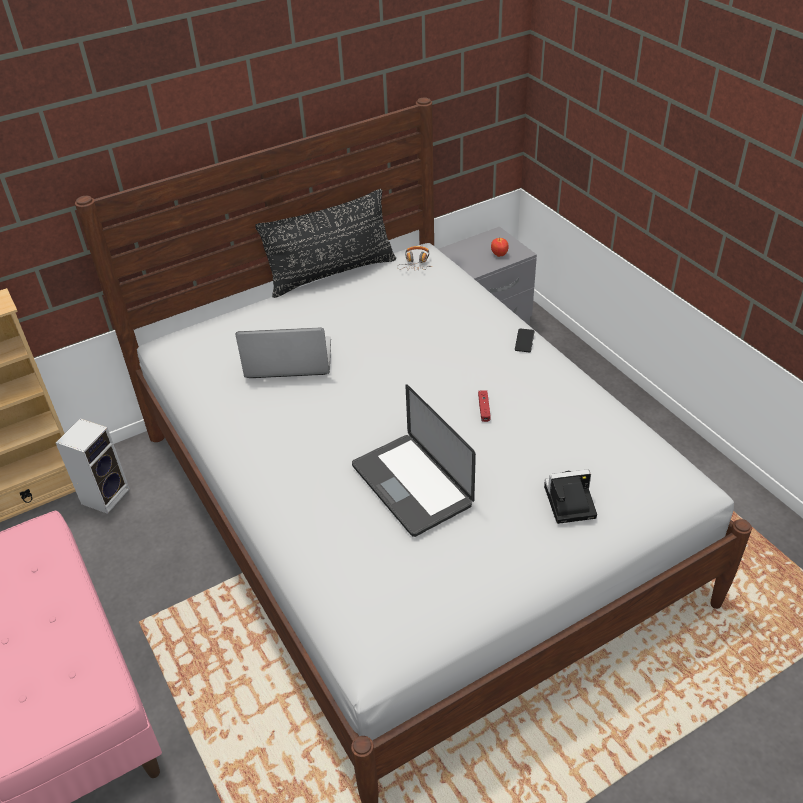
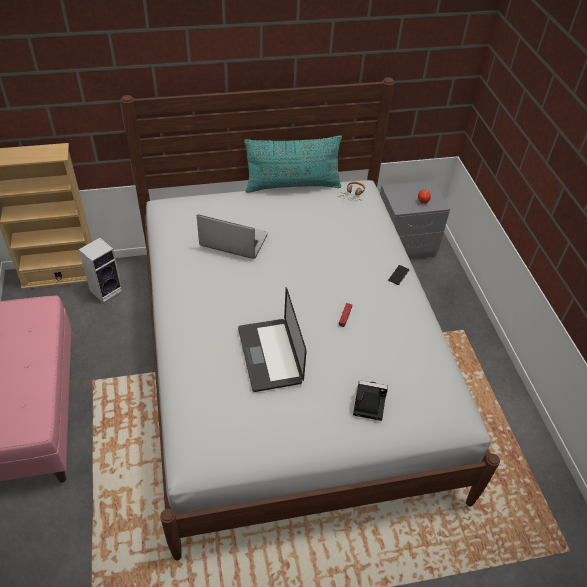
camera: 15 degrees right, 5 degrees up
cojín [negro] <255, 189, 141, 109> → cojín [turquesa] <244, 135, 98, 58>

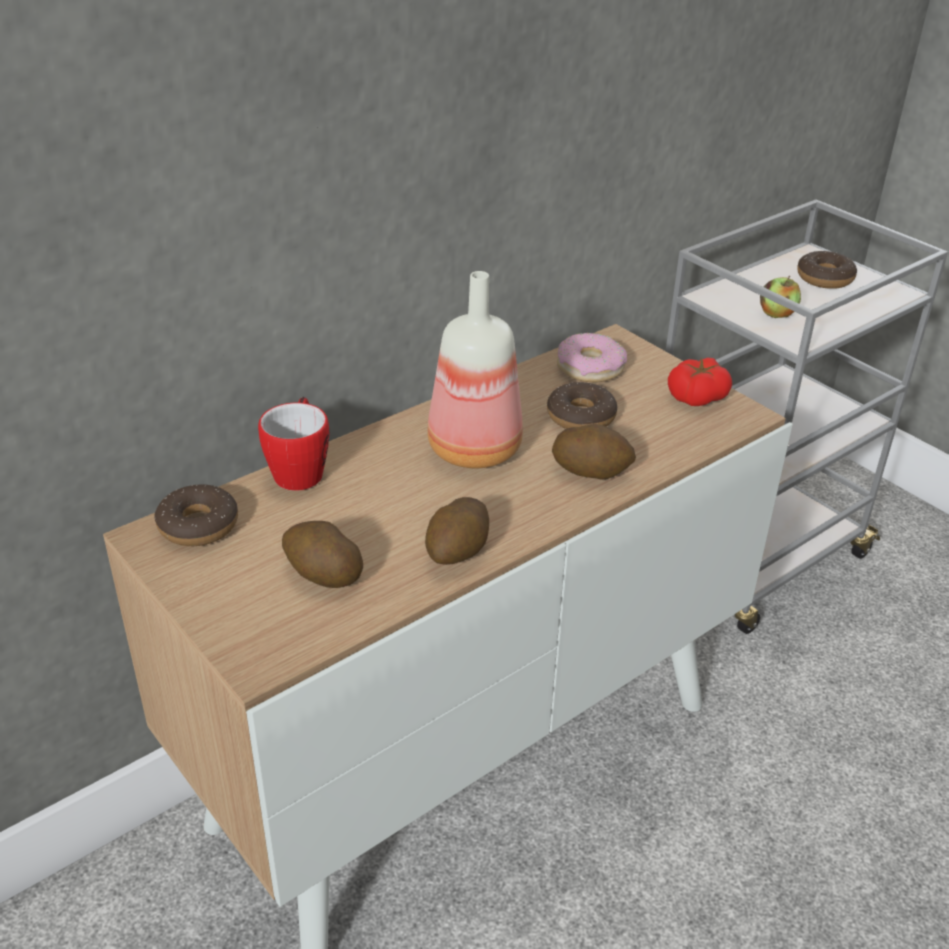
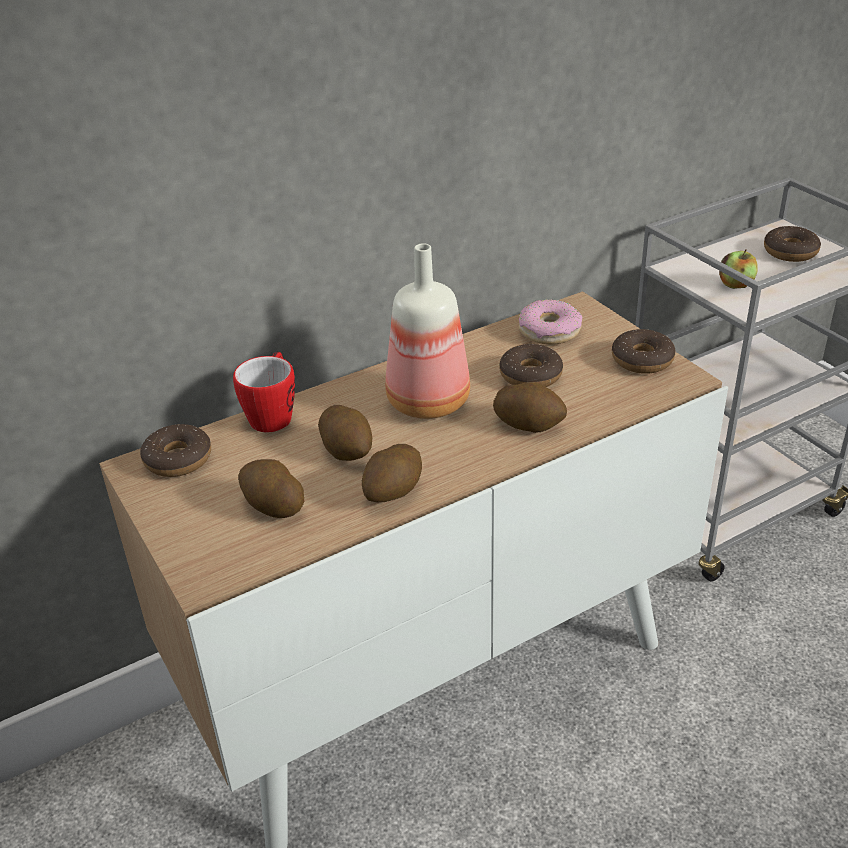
camera: 10 degrees right, 0 degrees up
- → patata <318, 405, 54, 56>
tomate <668, 357, 64, 49> → rosquilla <612, 329, 63, 45>

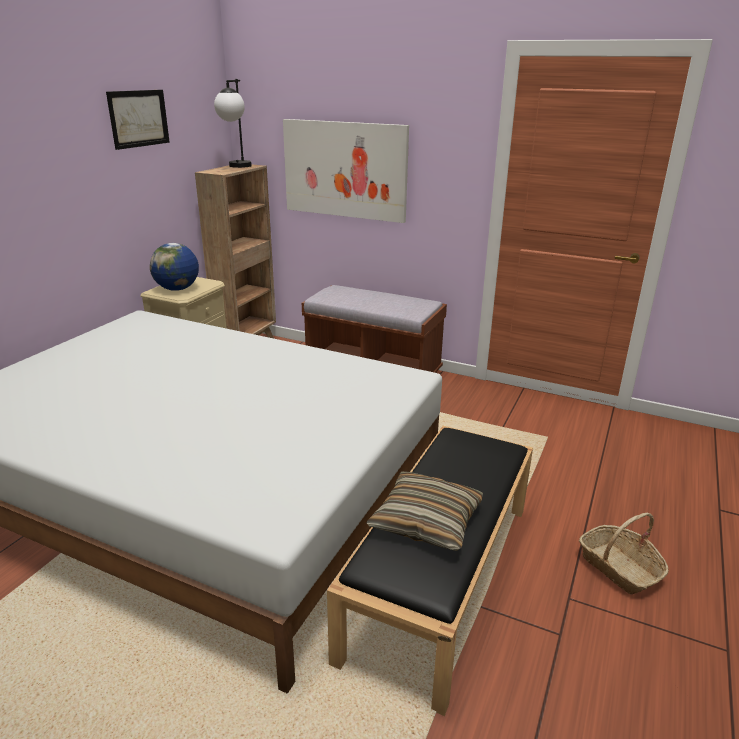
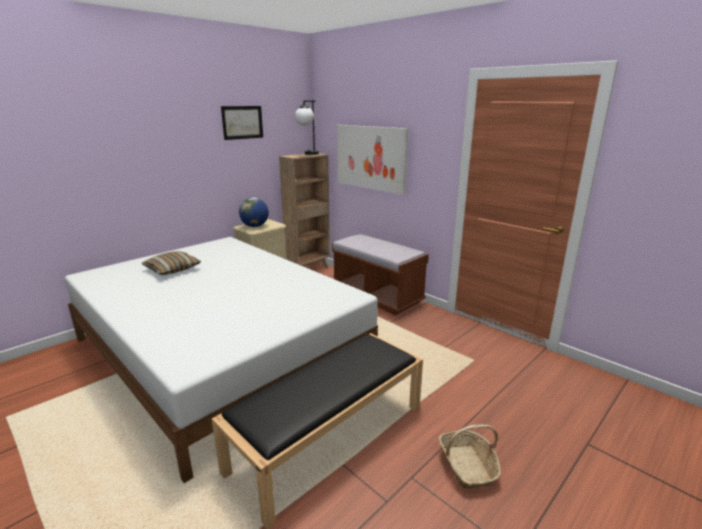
camera: 20 degrees right, 5 degrees down
cojín <367, 471, 116, 80> → cojín <141, 251, 60, 24>, relocated

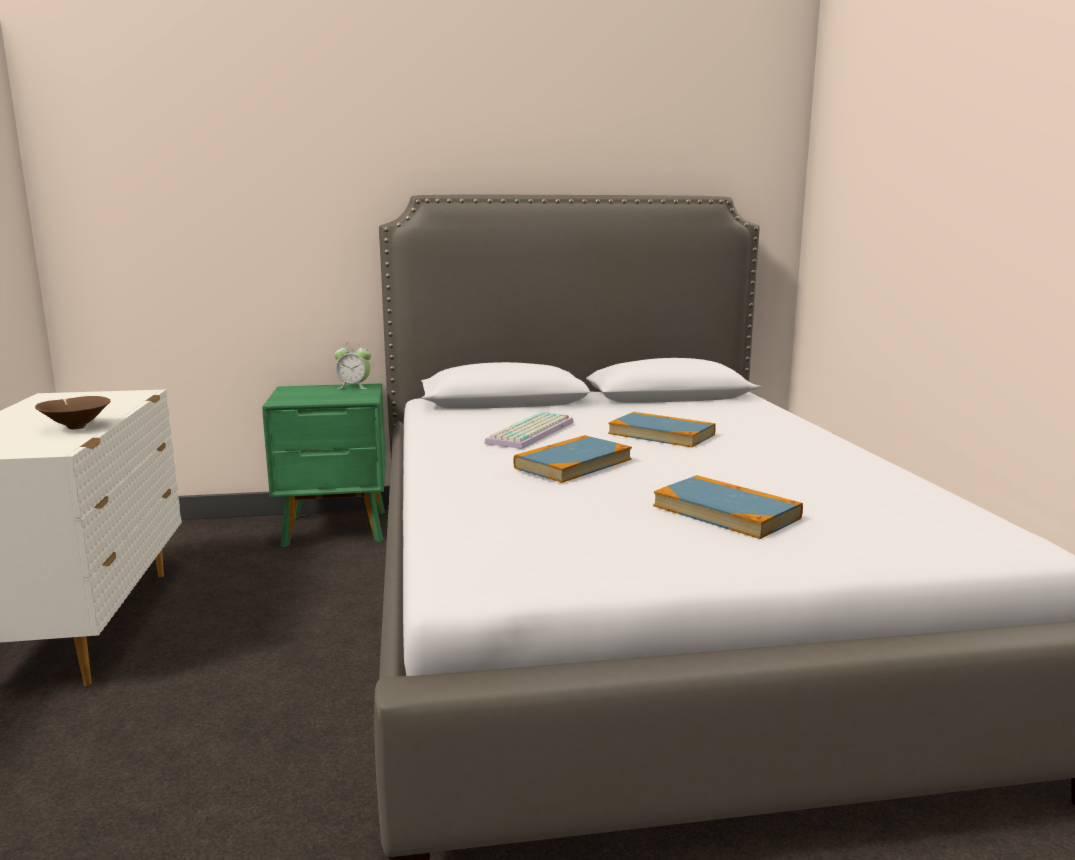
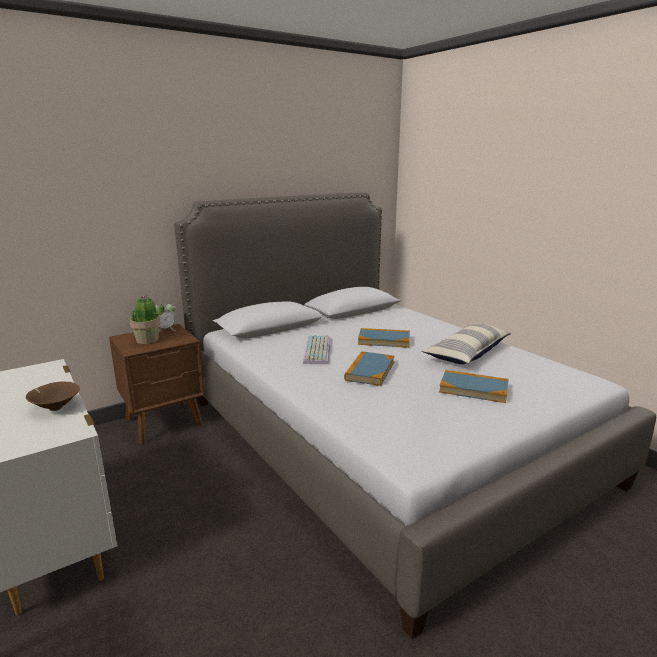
camera: 25 degrees left, 5 degrees up
- → planta en maceta <129, 295, 36, 49>
- → cojín <422, 323, 89, 41>
mesita de noche [verde] <262, 383, 124, 164> → mesita de noche [marrón] <109, 324, 96, 120>

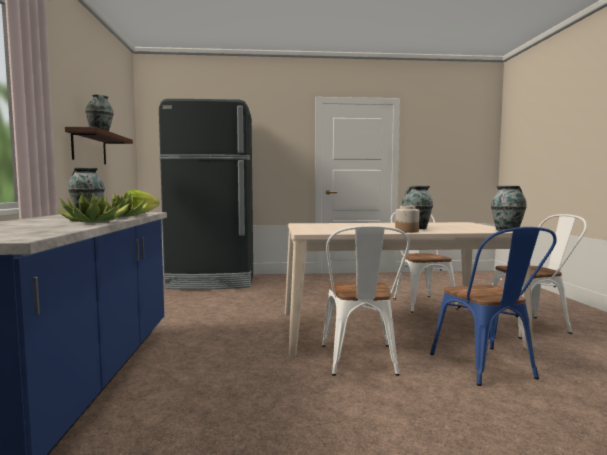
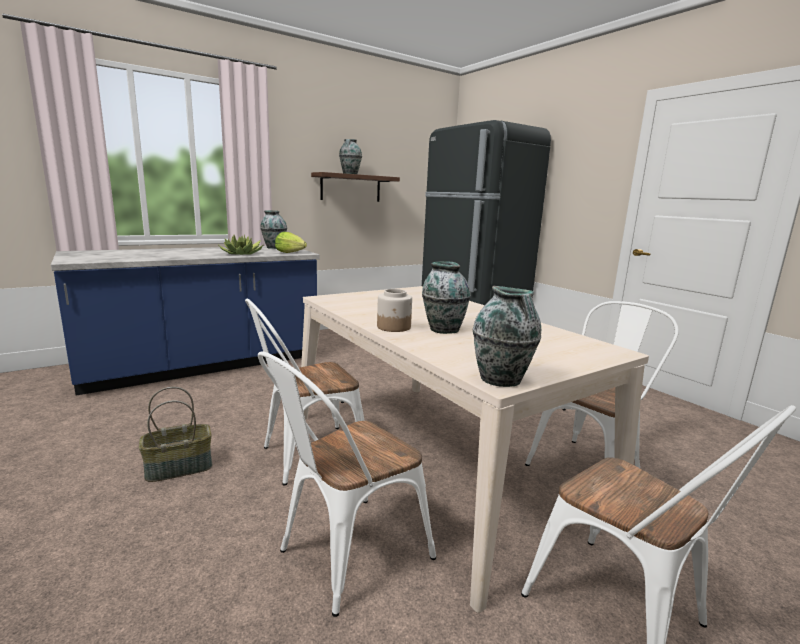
camera: 60 degrees right, 10 degrees up
planta en maceta <57, 193, 73, 29> → -
- → cesta <139, 387, 73, 95>
silla [azul] <430, 227, 127, 159> → silla [blanco] <258, 351, 178, 266>

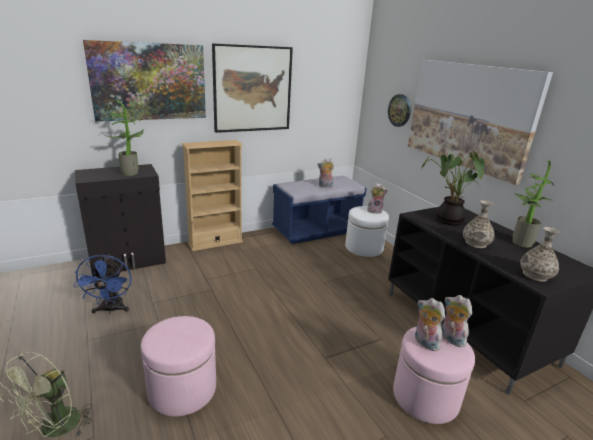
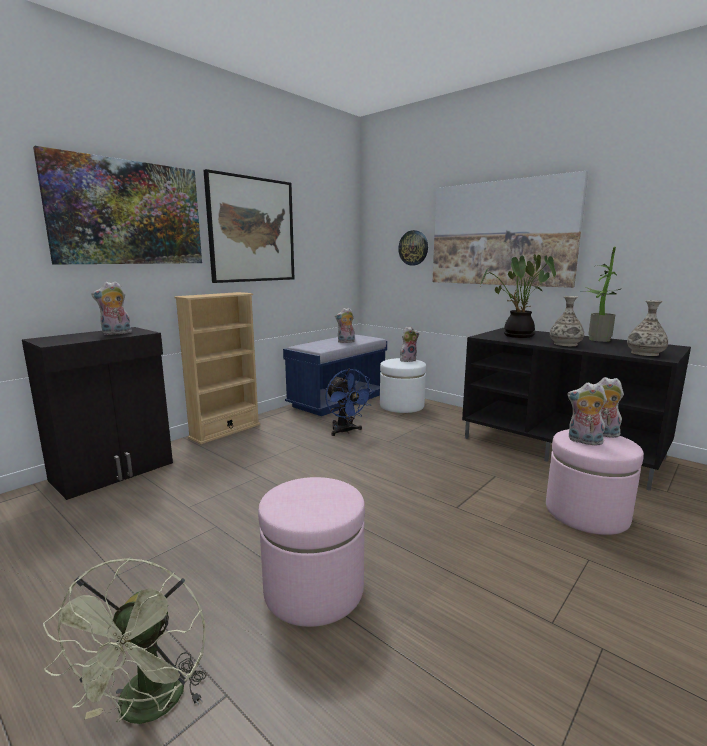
camera: 20 degrees left, 10 degrees down
ventilador [azul] <73, 254, 59, 60> → ventilador [azul] <326, 369, 49, 67>, relocated
planta en maceta <104, 99, 40, 77> → peluche <91, 281, 41, 54>

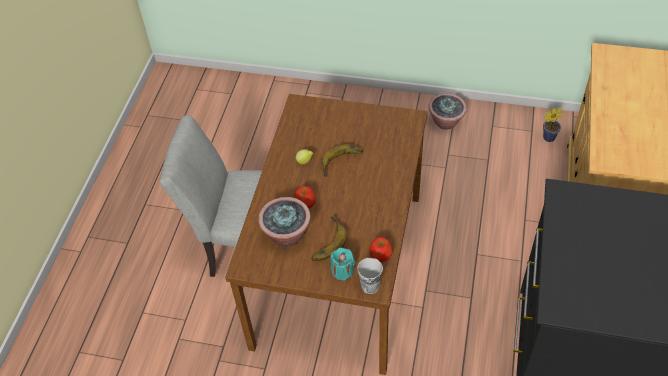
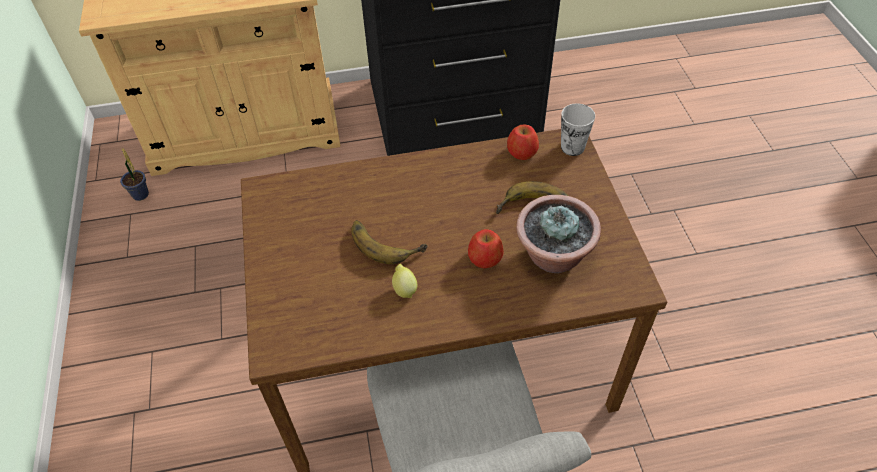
camera: 115 degrees left, 0 degrees up
vela [turquesa] <330, 248, 25, 33> → -
planta en maceta <429, 93, 38, 37> → -

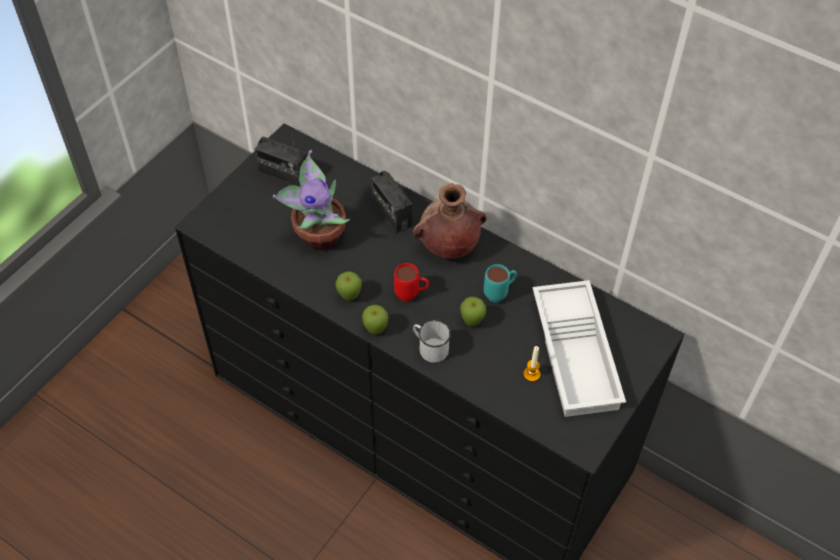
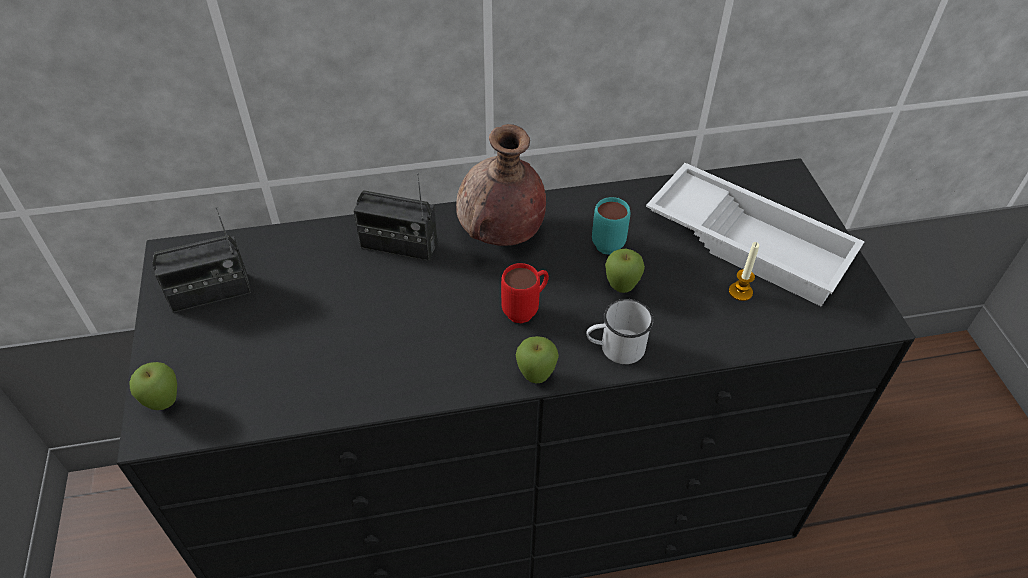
camera: 45 degrees left, 5 degrees down
planta en maceta <273, 150, 77, 100> → -
manzana <335, 271, 27, 29> → manzana <130, 362, 47, 48>, relocated

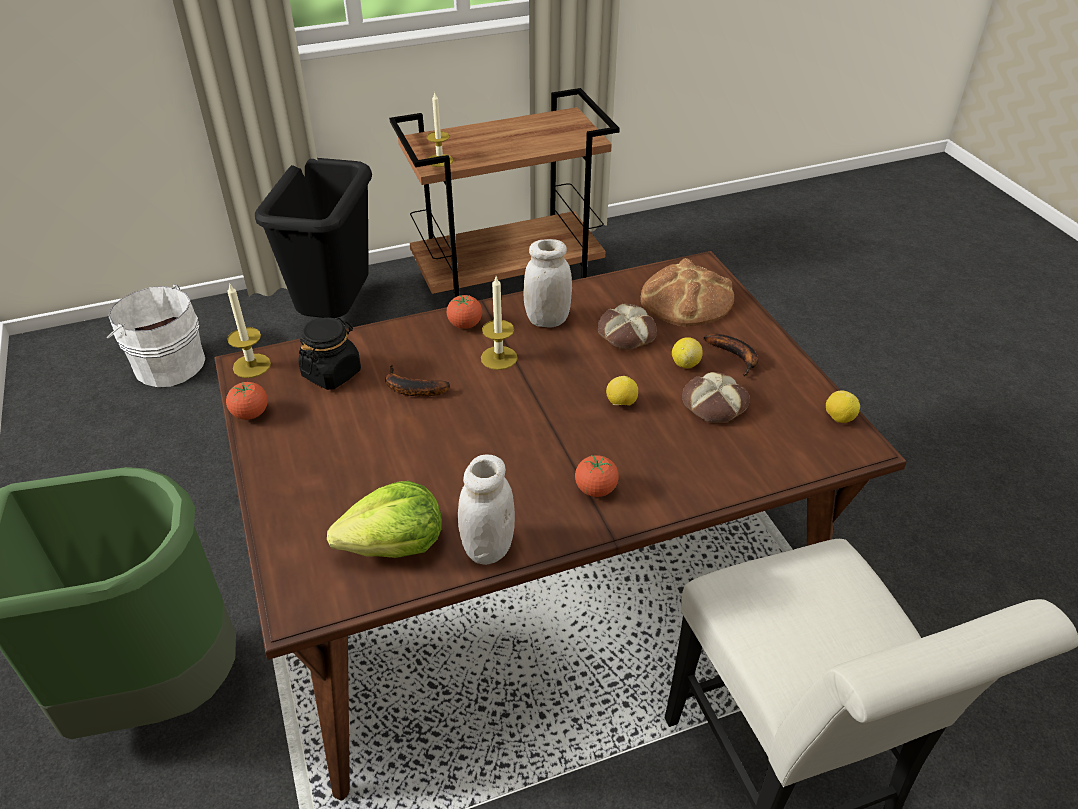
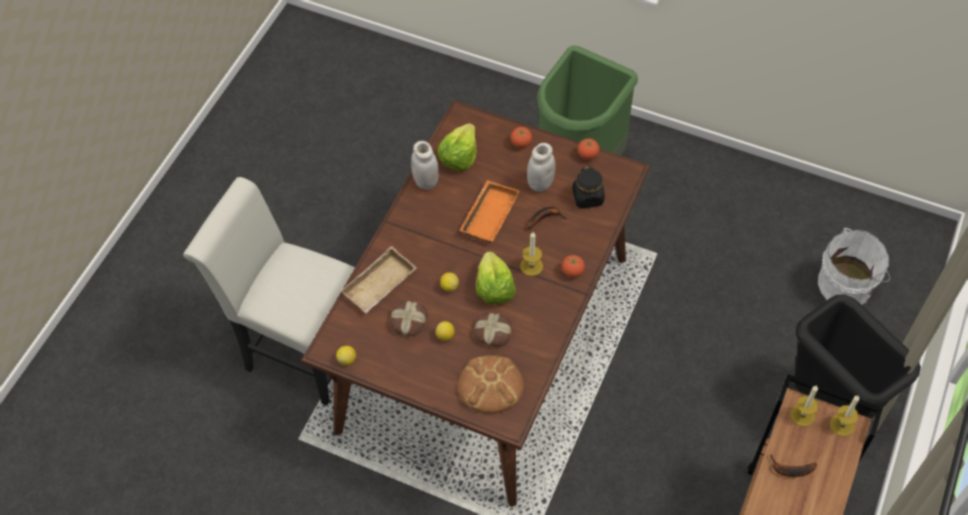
camera: 135 degrees right, 15 degrees up
- → bandeja [beis] <340, 246, 77, 67>
- → bandeja [naranja] <459, 180, 60, 63>
- → lechuga <476, 251, 40, 54>
vela <227, 282, 44, 96> → vela <830, 396, 29, 40>, relocated
tarro [blanco] <524, 239, 48, 89> → tarro [blanco] <527, 143, 28, 49>, relocated
tomate <575, 455, 44, 42> → tomate <510, 127, 22, 21>, relocated
plátano <703, 333, 55, 43> → plátano <770, 454, 47, 23>, relocated

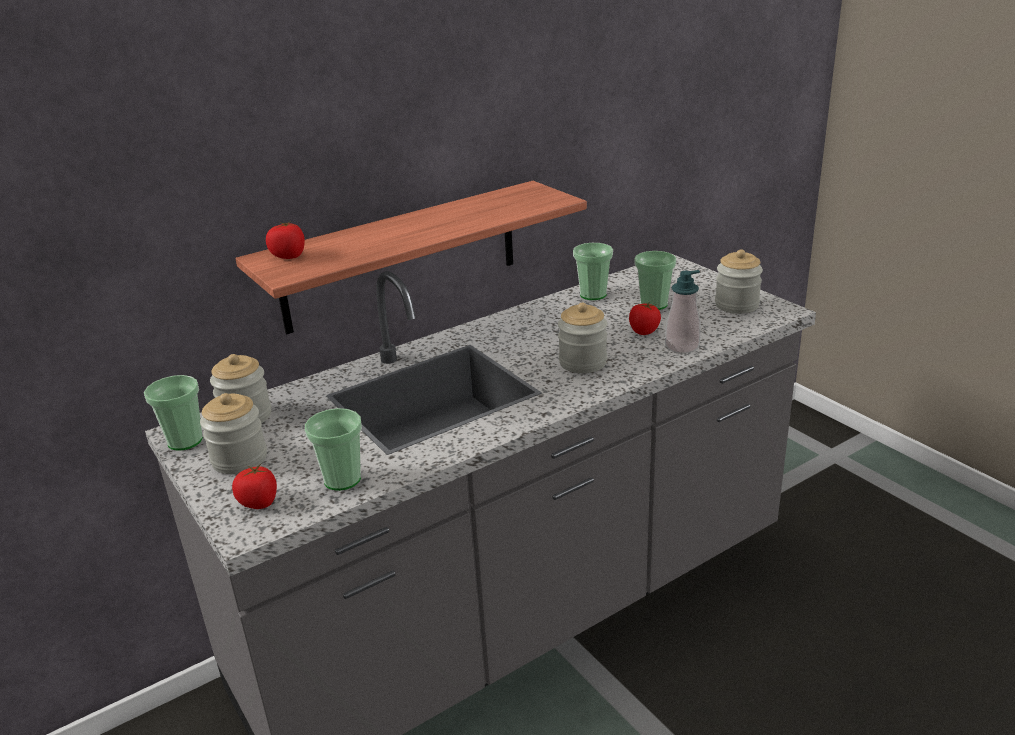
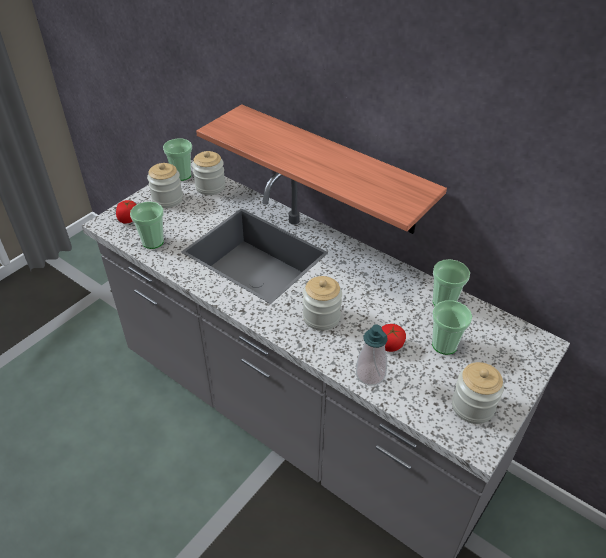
camera: 70 degrees right, 15 degrees up
tomate <266, 221, 39, 38> → -

